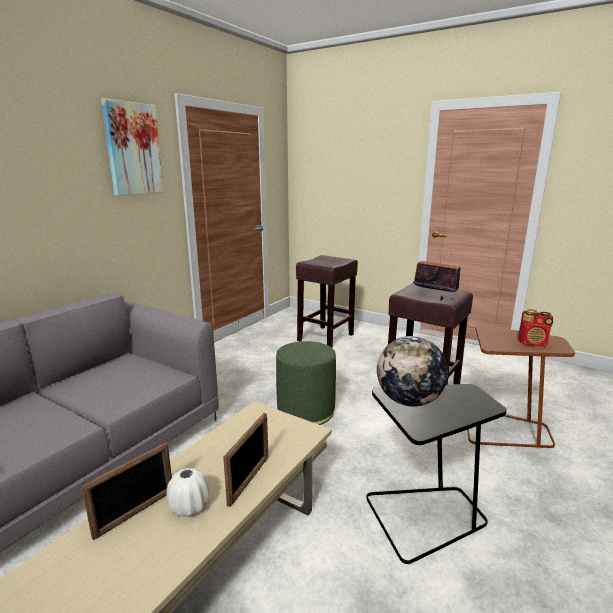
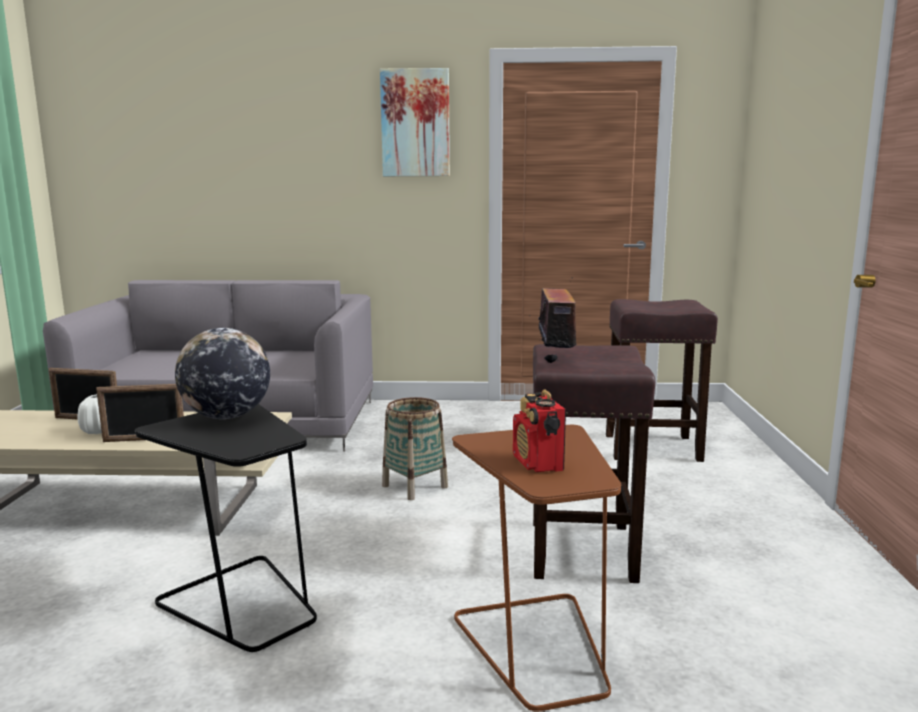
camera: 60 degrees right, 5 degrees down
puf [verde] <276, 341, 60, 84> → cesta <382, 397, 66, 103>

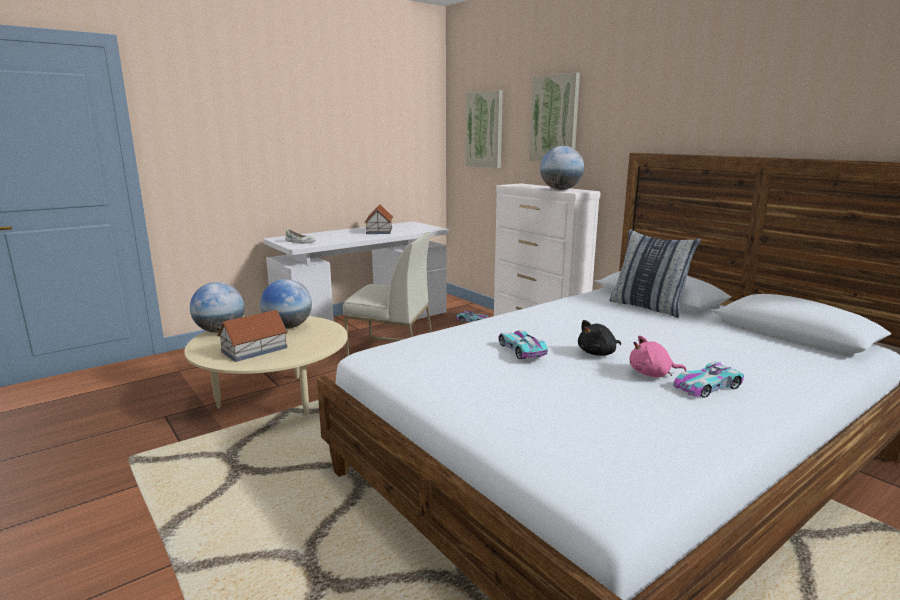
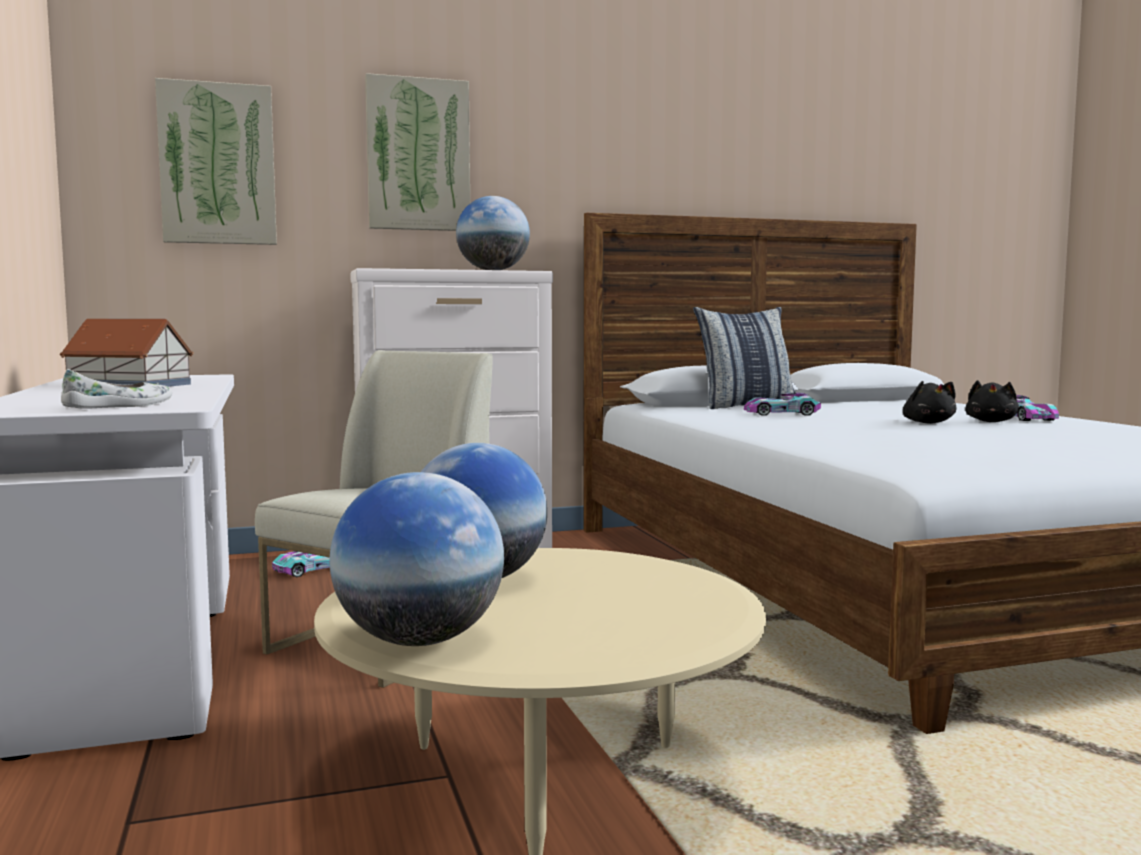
camera: 70 degrees left, 10 degrees down
casita <217, 310, 71, 52> → -
coche de juguete <498, 330, 50, 29> → coche de juguete <744, 393, 77, 23>, relocated
peluche [rosa] <629, 335, 58, 42> → peluche [negro] <965, 380, 54, 42>

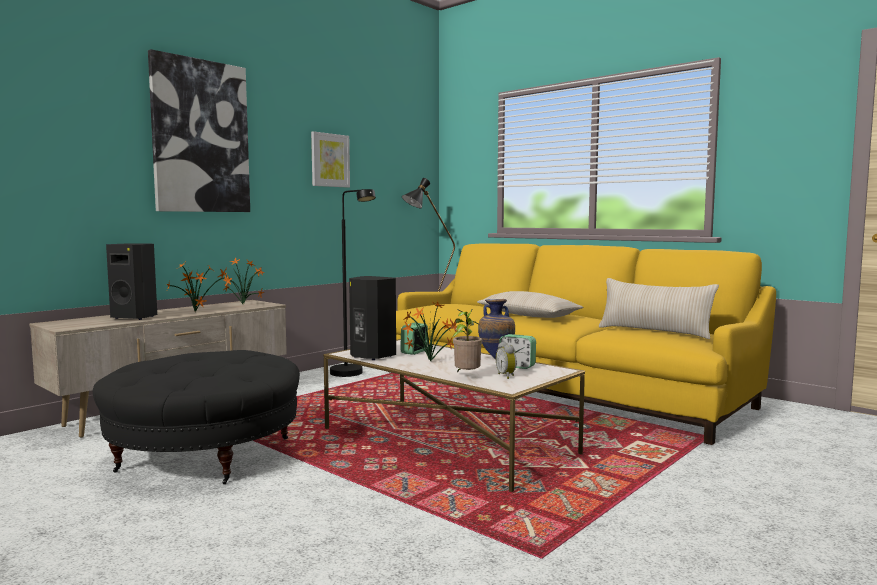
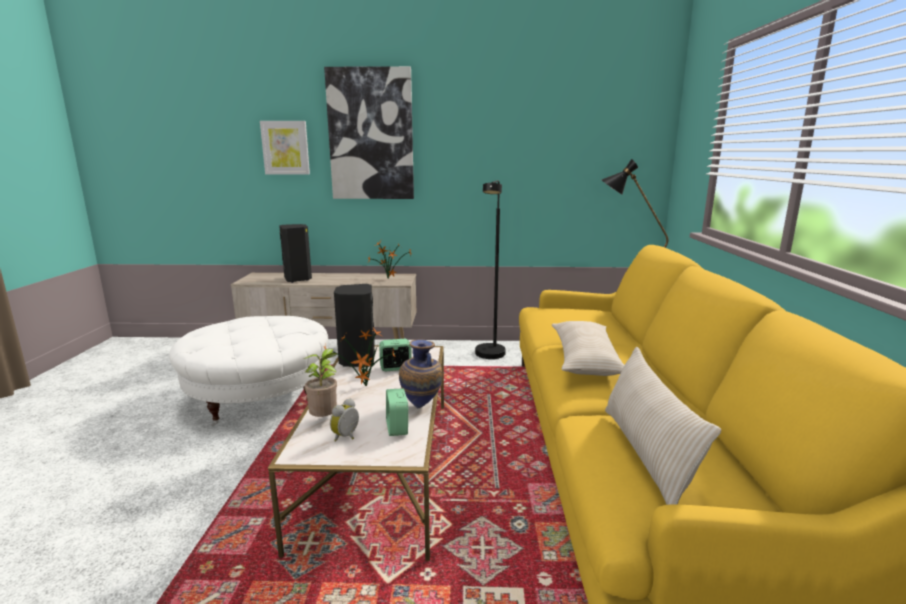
camera: 50 degrees right, 10 degrees up
planta en maceta <167, 262, 61, 50> → -
cuadro <311, 131, 39, 57> → cuadro <260, 121, 50, 54>, relocated
puf [negro] <93, 350, 207, 134> → puf [blanco] <169, 316, 159, 110>

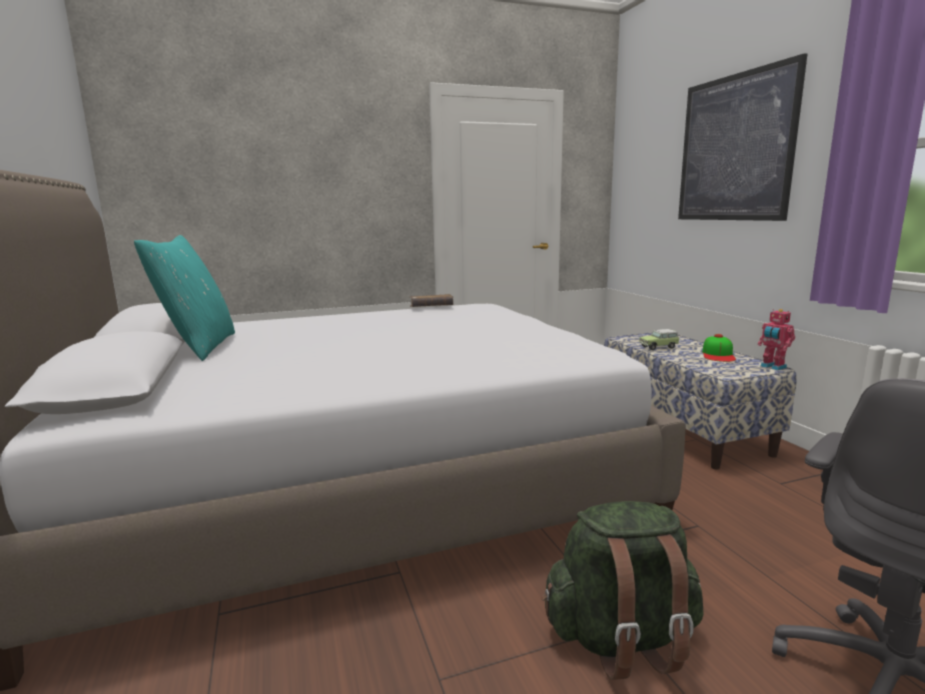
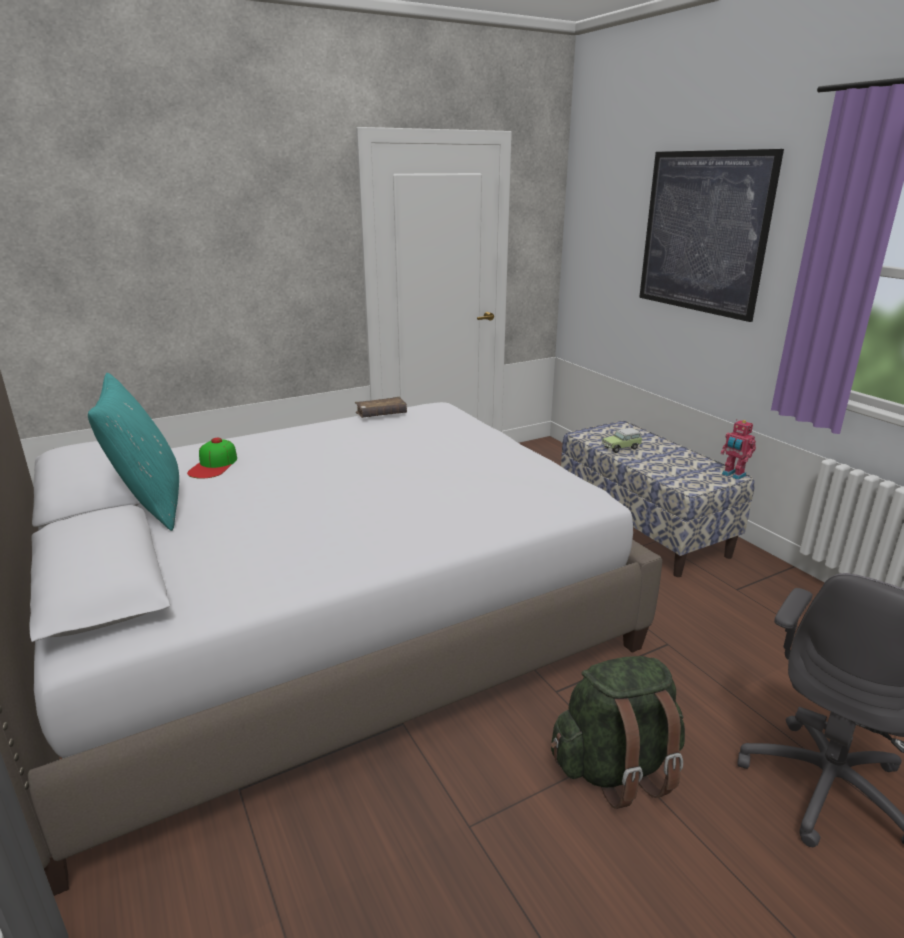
camera: 10 degrees left, 10 degrees up
gorra <702, 334, 34, 28> → gorra <187, 438, 50, 41>, relocated

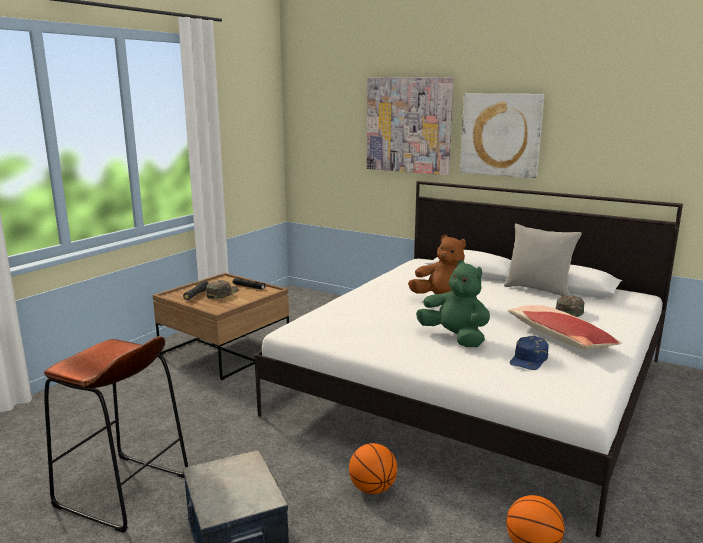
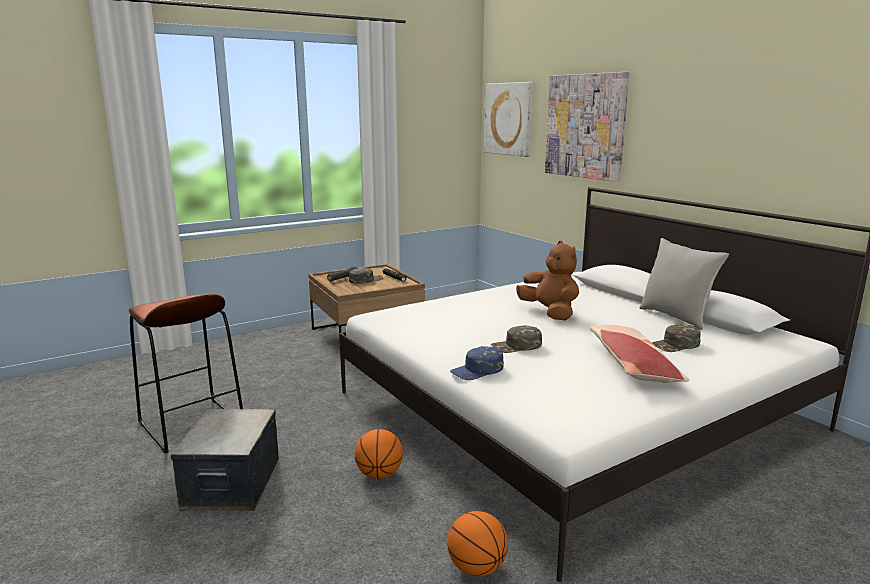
camera: 25 degrees right, 0 degrees up
cuadro <460, 94, 84, 84> → cuadro <484, 82, 49, 75>, relocated
gorra [azul] <510, 336, 39, 34> → gorra [azul] <450, 346, 54, 34>, relocated
peluche [verde] <416, 260, 74, 87> → gorra [verde] <491, 325, 51, 28>

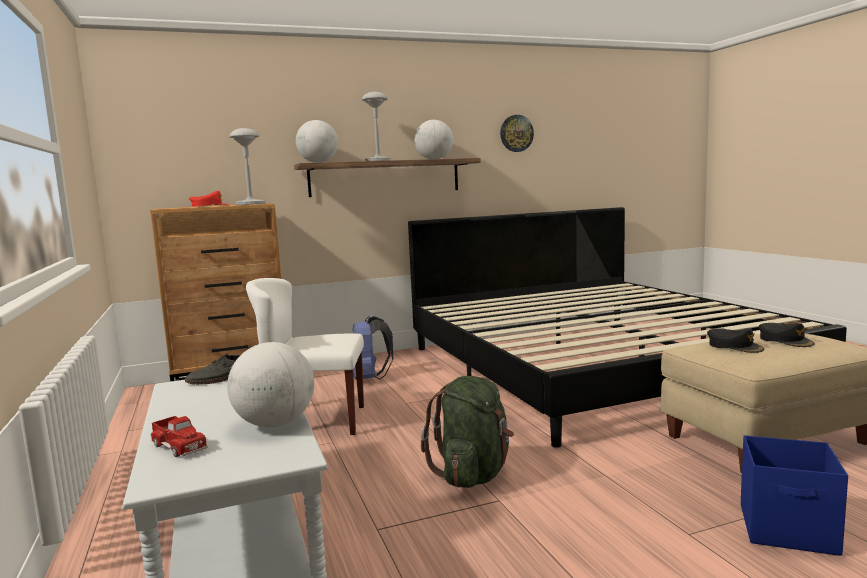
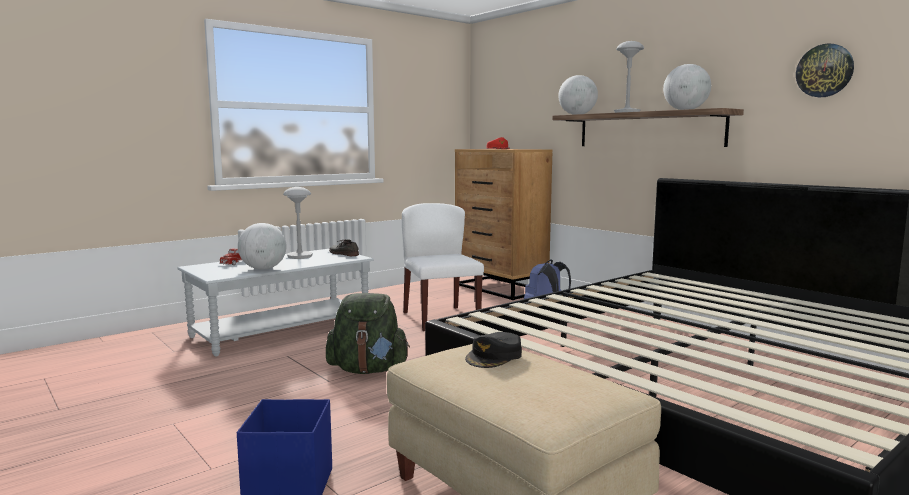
camera: 70 degrees right, 0 degrees up
gorra [negro] <759, 323, 56, 24> → -
lámpara de mesa [gris] <229, 128, 37, 77> → lámpara de mesa [gris] <283, 187, 30, 72>, relocated

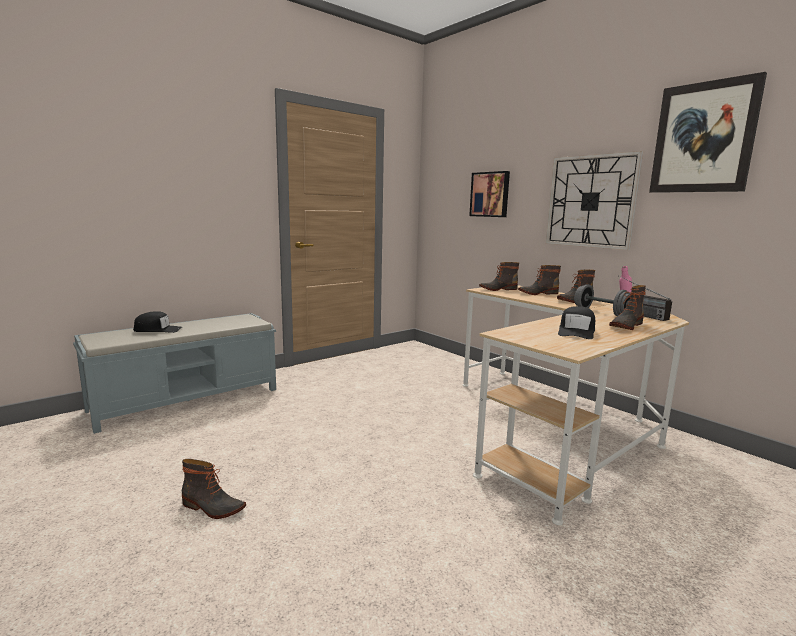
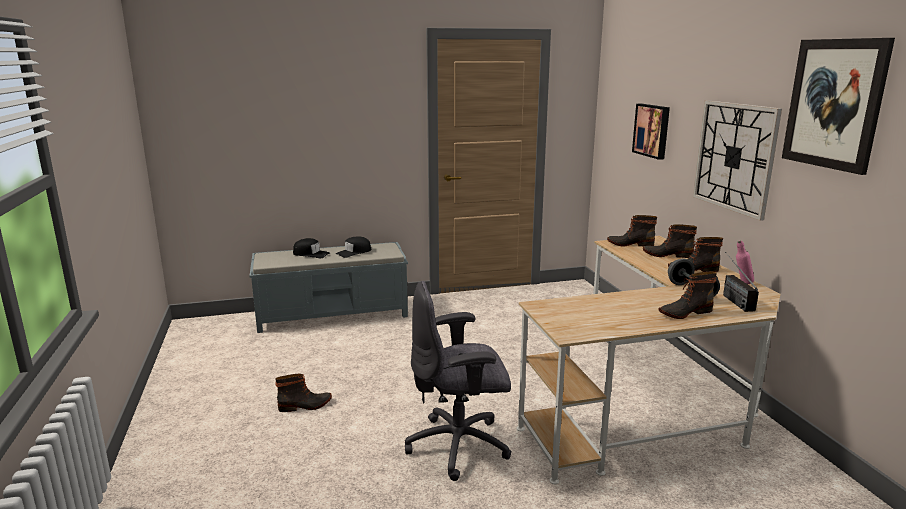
camera: 25 degrees right, 5 degrees up
- → silla de oficina [gris] <405, 281, 106, 200>
gorra [negro] <558, 306, 37, 33> → gorra [negro] <336, 236, 35, 22>, relocated
bota <182, 459, 64, 60> → bota <275, 374, 57, 38>, 60 degrees counterclockwise

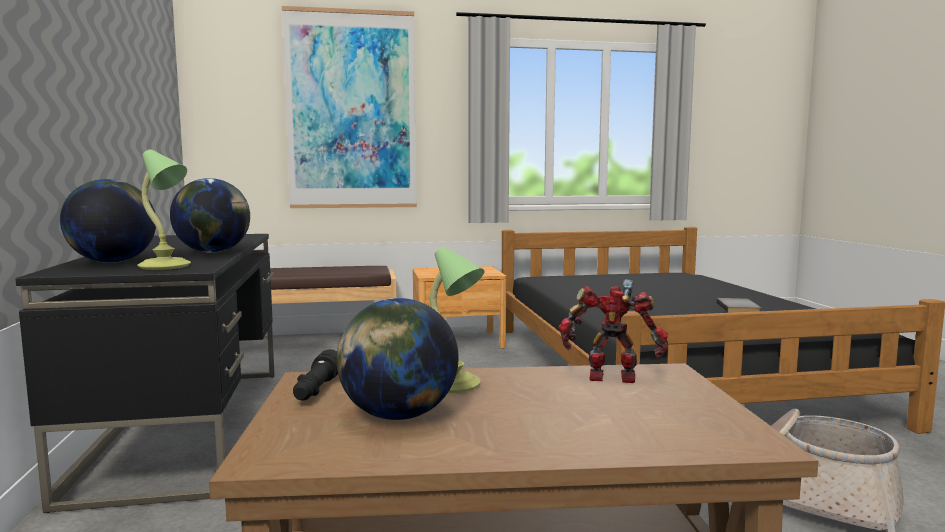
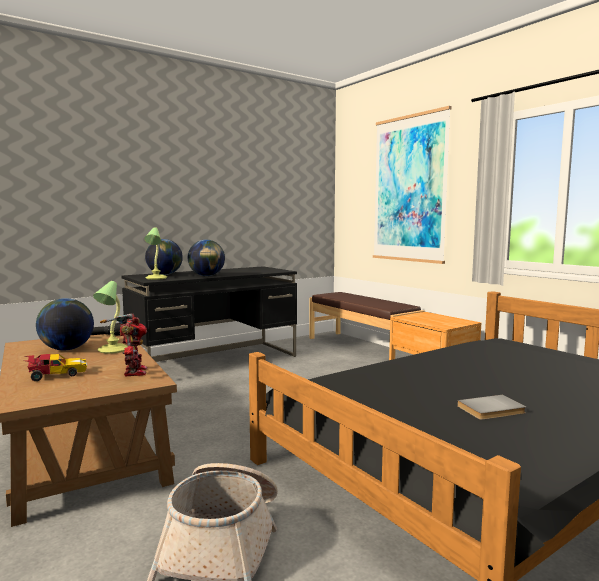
camera: 65 degrees right, 0 degrees up
- → coche de juguete <23, 354, 64, 27>

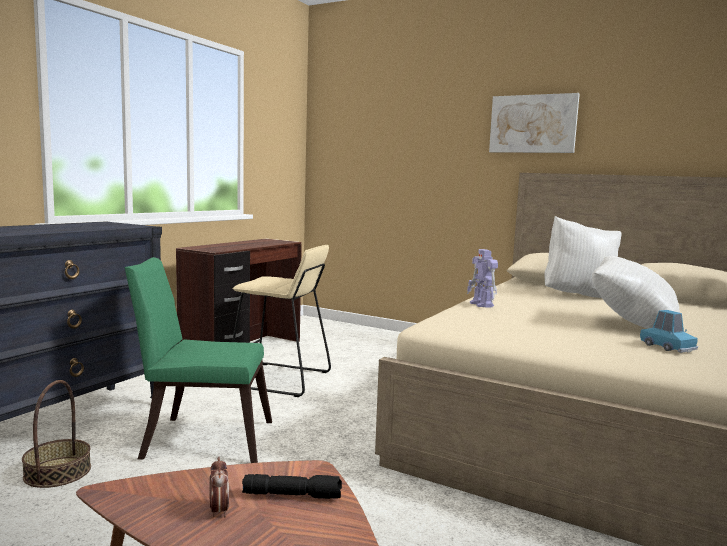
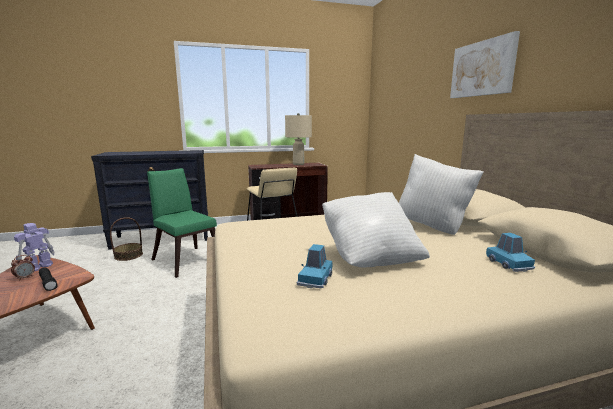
camera: 45 degrees right, 5 degrees up
- → lámpara de mesa [beis] <285, 113, 27, 52>
- → coche de juguete [azul] <486, 233, 49, 39>
robot de juguete <467, 249, 31, 59> → robot de juguete <14, 223, 41, 48>, relocated

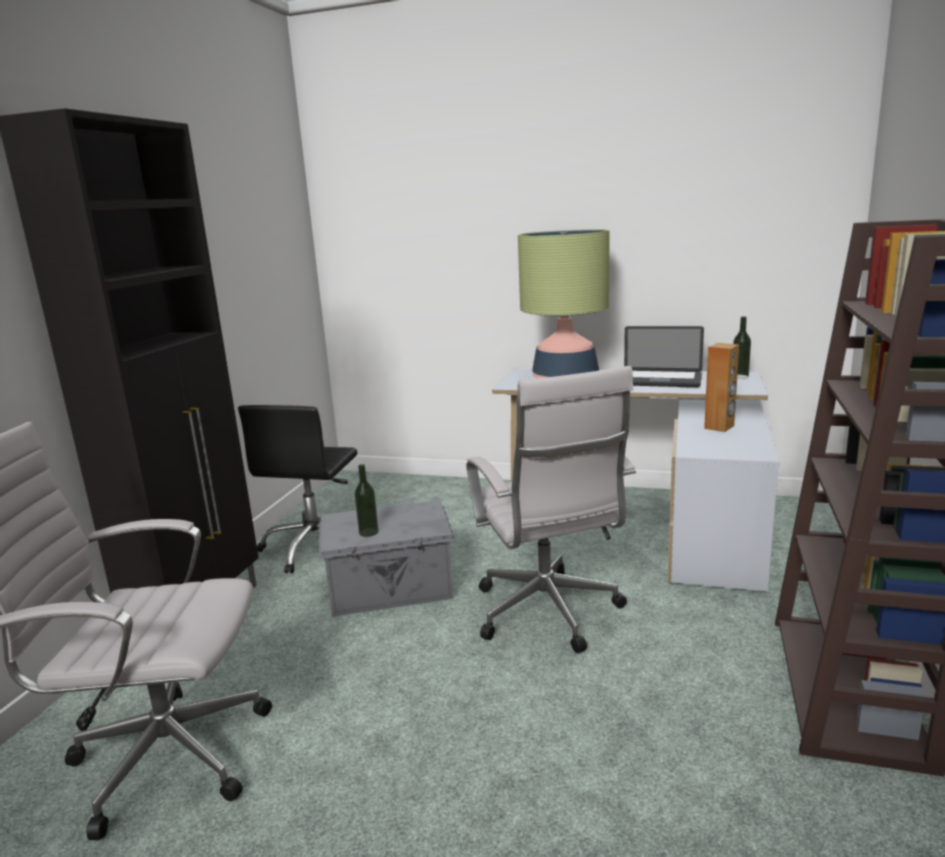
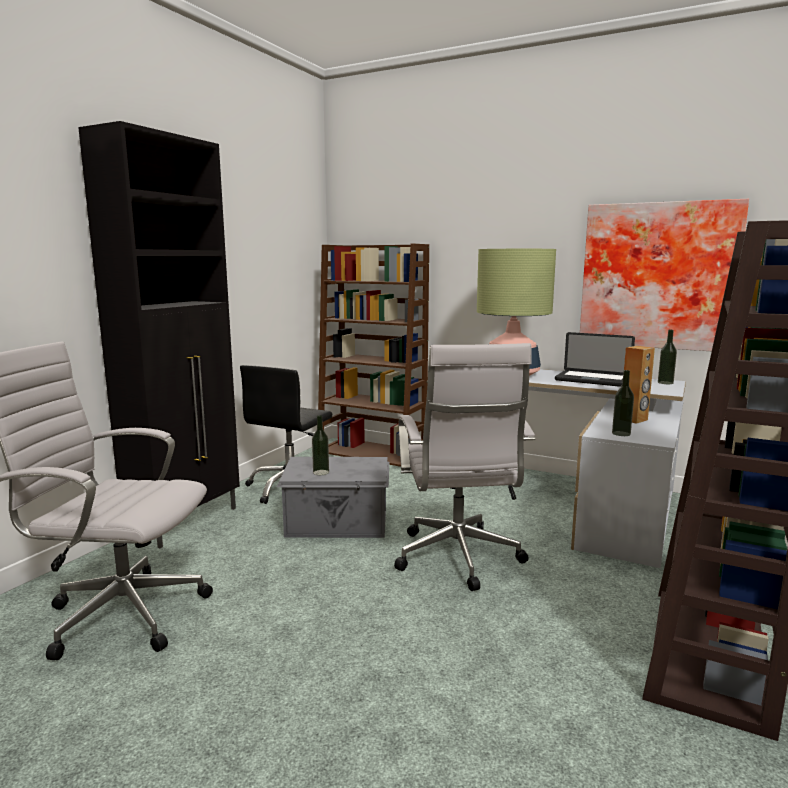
camera: 10 degrees right, 5 degrees down
- → estantería [marrón] <318, 244, 111, 223>
- → cuadro <580, 199, 169, 152>
- → botella <612, 370, 22, 66>

